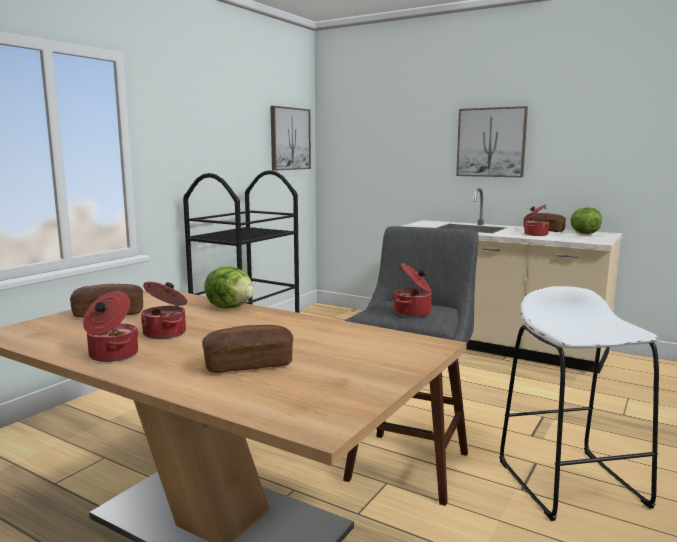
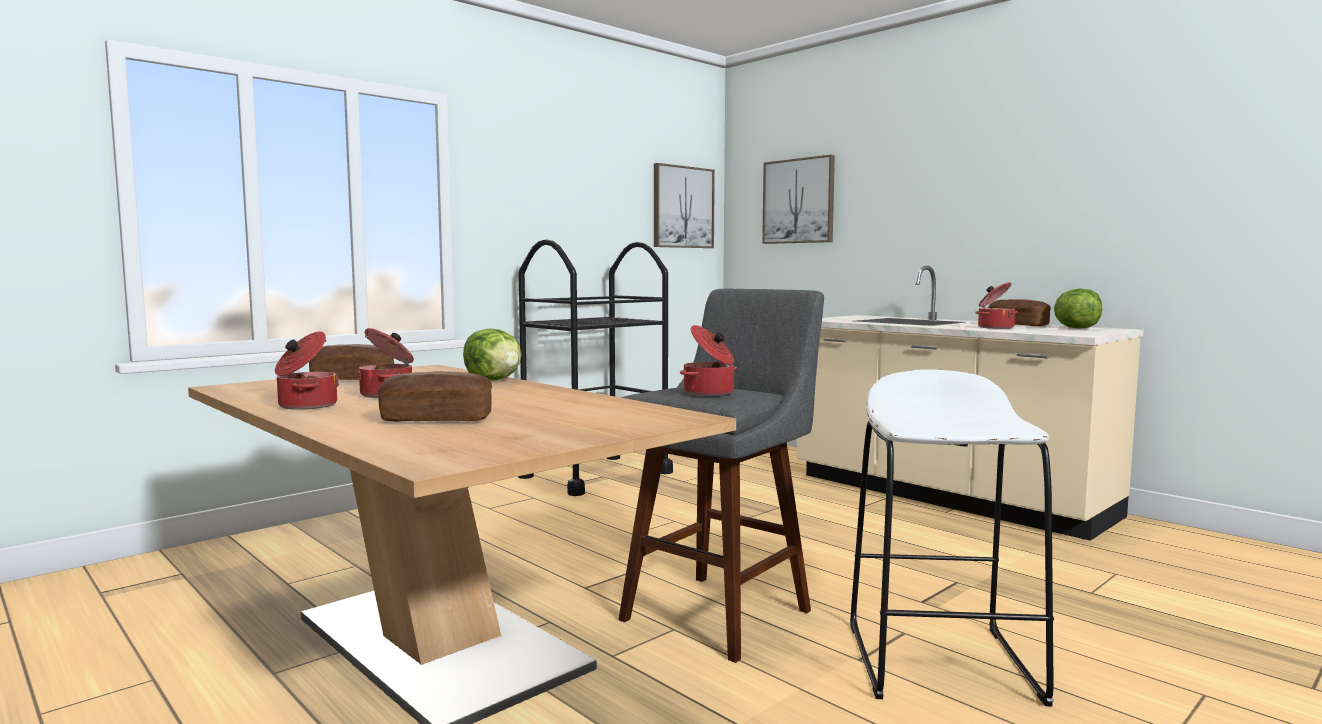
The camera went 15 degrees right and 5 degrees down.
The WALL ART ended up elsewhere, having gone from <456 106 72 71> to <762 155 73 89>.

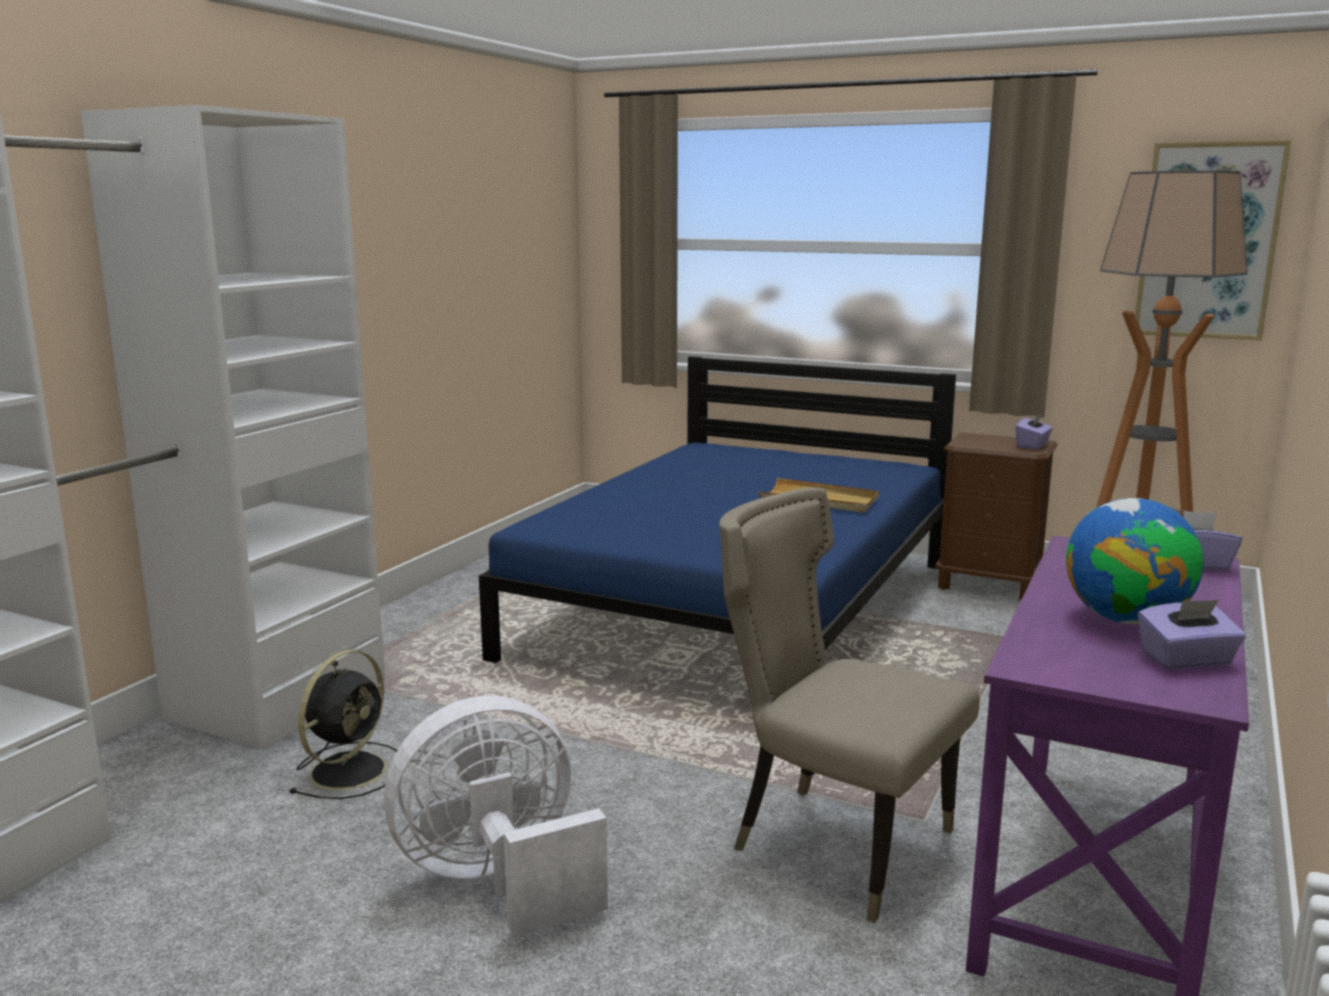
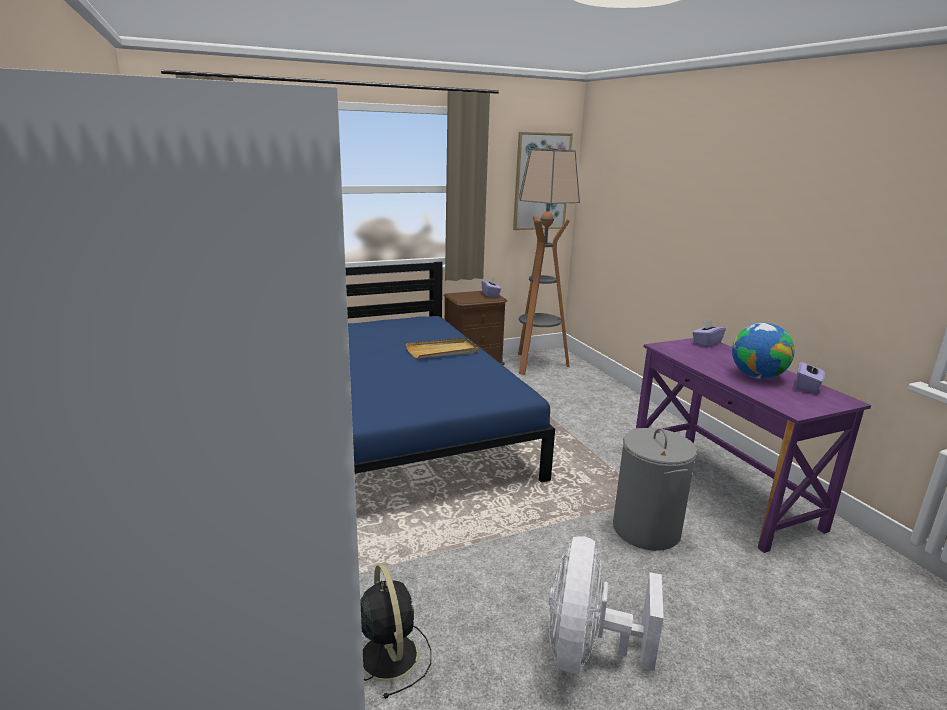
The camera went 50 degrees left and 5 degrees up.
Where the BEIGE PLAIN CHAIR stood at <719 487 261 436>, the GRAY HAMPER came to stand at <613 428 84 123>.

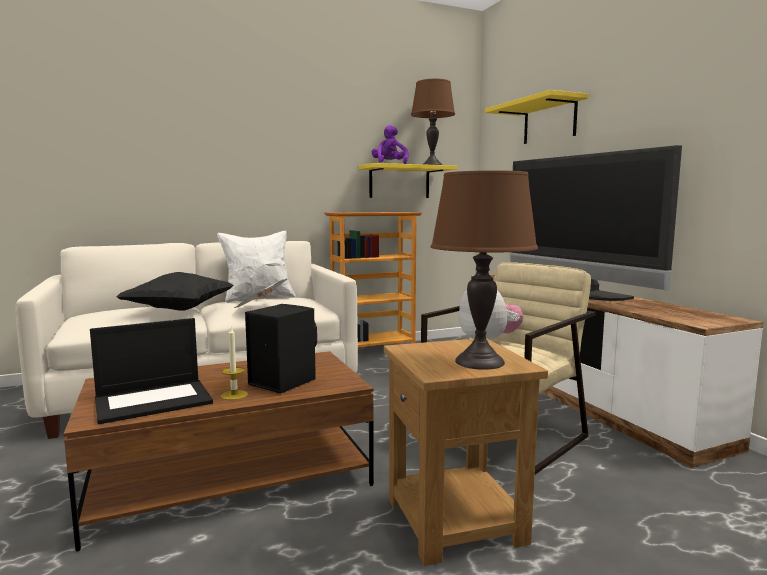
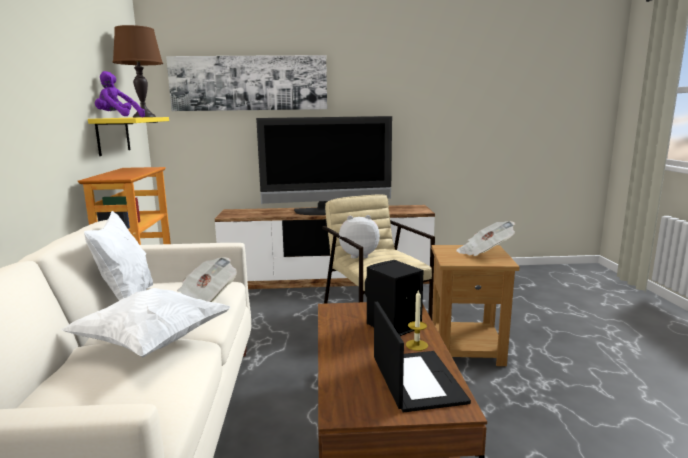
The camera went 70 degrees left and 5 degrees up.
Where the YELLOW-COLOURED WALL SHELF hung at <485 90 104 54>, the WALL ART came to hang at <166 55 161 56>.
Where the BROWNISH LAMP FOR A TABLE stood at <431 170 107 200>, the PRINTED PAPER came to stand at <456 221 59 35>.
What was the BLACK PILLOW at <116 272 118 39> turned into the WHITE-COLOURED PILLOW at <61 288 170 69>.

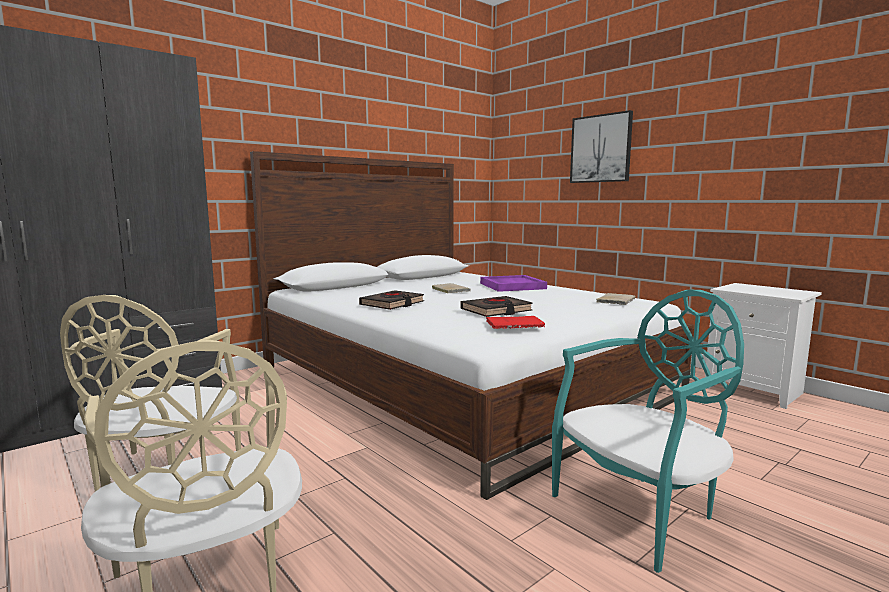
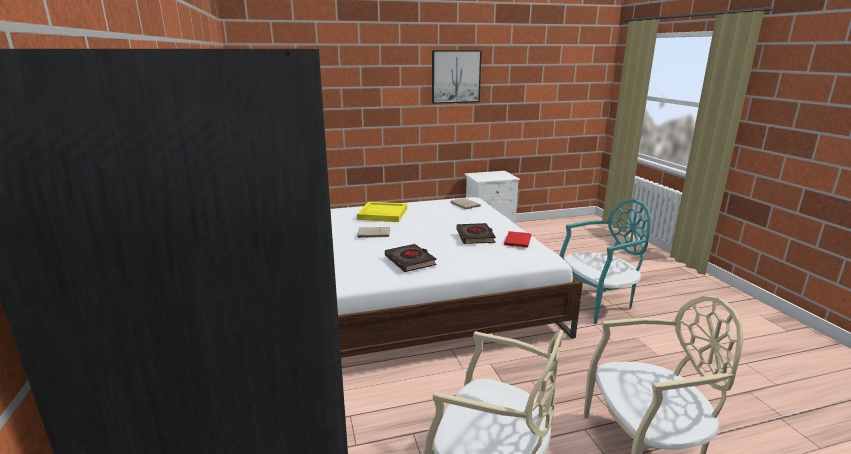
The camera went 65 degrees left and 10 degrees up.
The WALL ART ended up elsewhere, having gone from <570 110 63 73> to <432 50 50 54>.
What was the PURPLISH CARRYING TRAY at <480 275 67 17> turned into the YELLOW-COLOURED CARRYING TRAY at <357 202 50 20>.
The BLUE-GREEN PLAIN CHAIR at <552 290 192 283> ended up facing another way, 75 degrees clockwise from before.

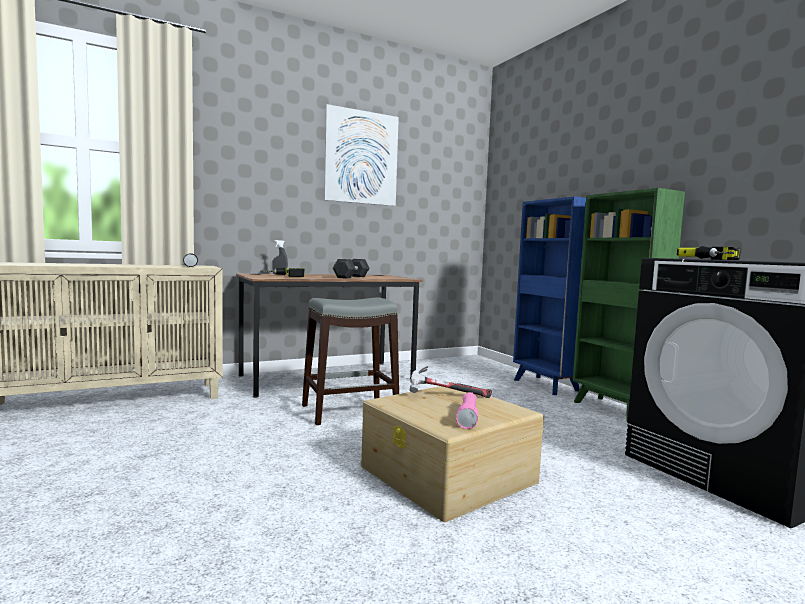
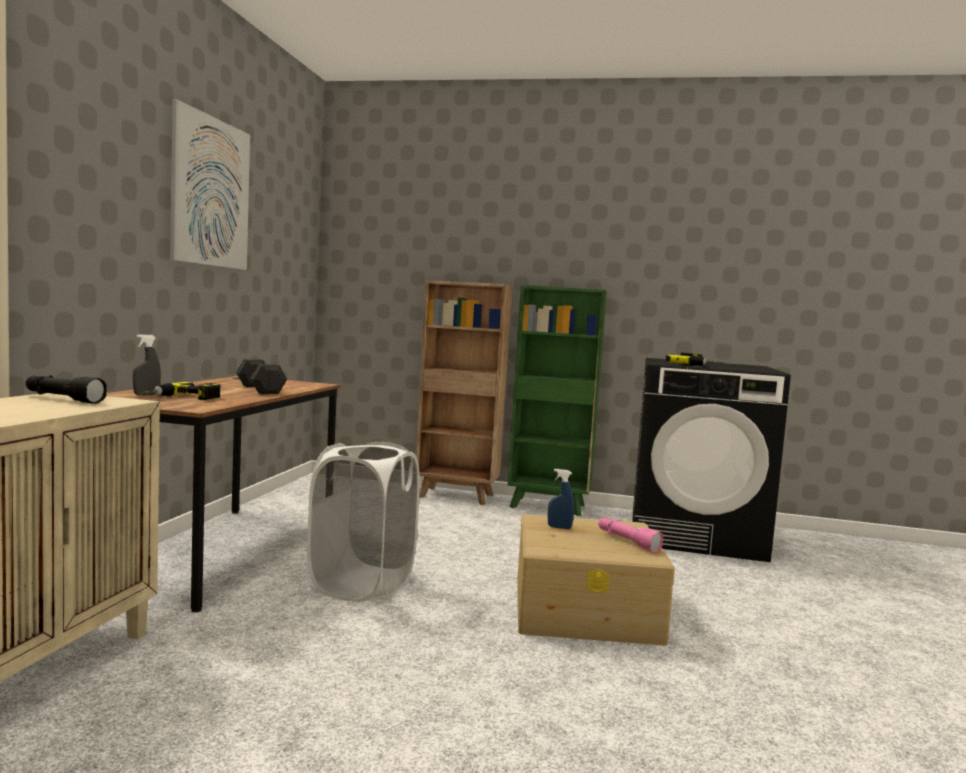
The camera went 50 degrees left and 0 degrees up.
What was the BLUE BOOKSHELF at <513 196 73 199> turned into the BROWNISH BOOKSHELF at <416 280 96 225>.
Where the GRAY STOOL stood at <302 298 97 127>, the WHITE-COLOURED HAMPER came to stand at <307 442 113 160>.
Where the HAMMER stood at <410 366 82 32>, the BLUE SPRAYER came to stand at <548 469 26 60>.

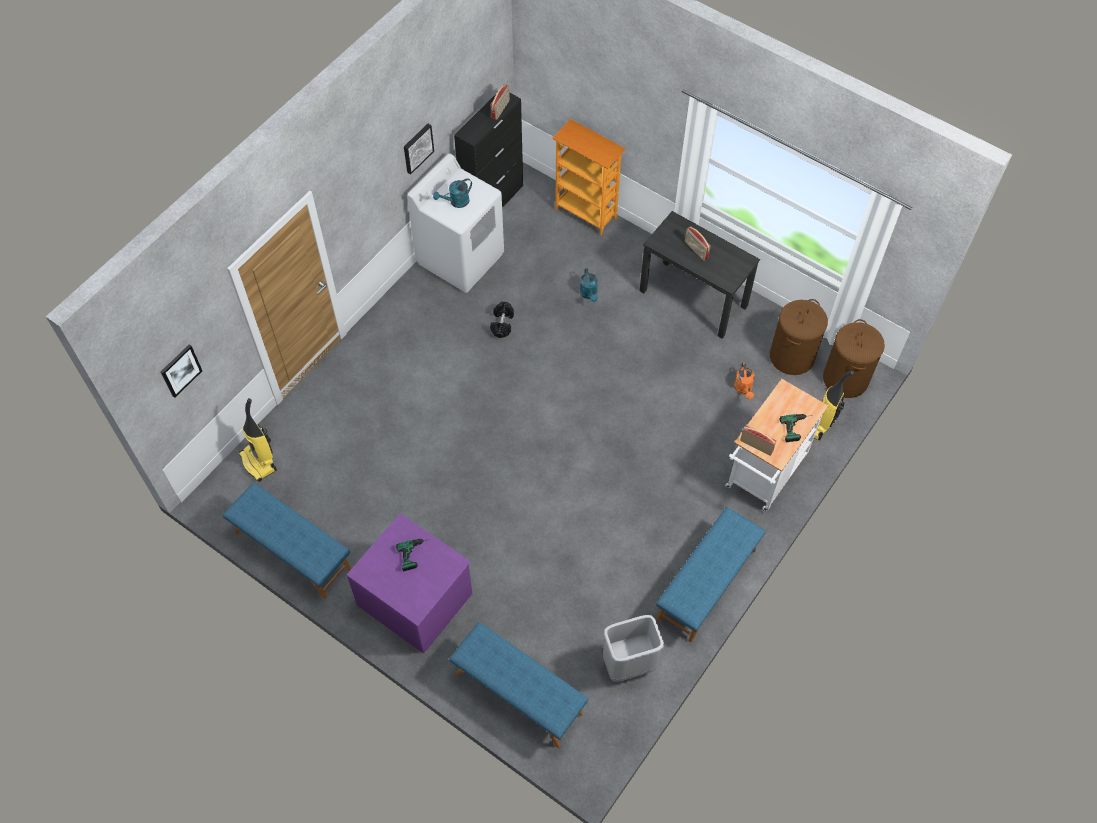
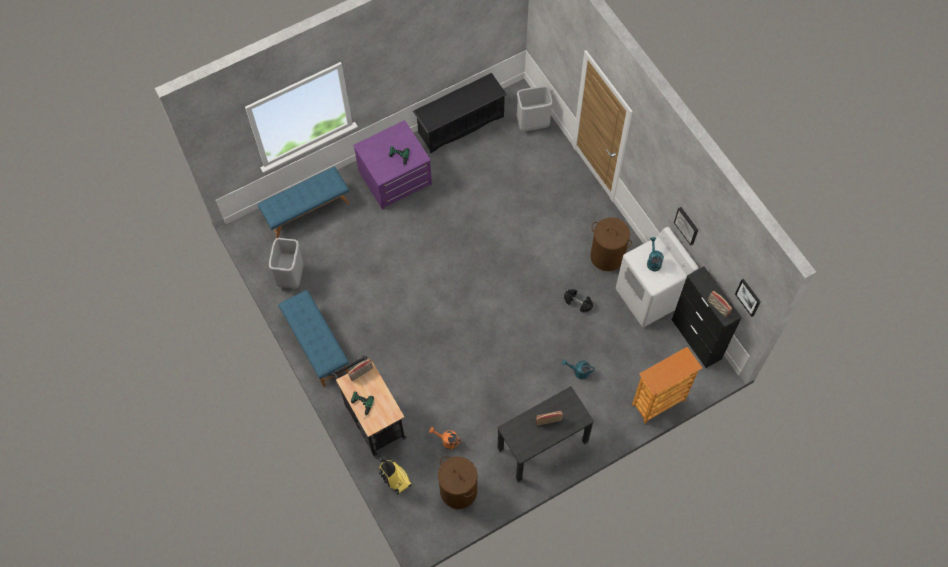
The camera went 115 degrees right and 5 degrees up.
The BROWNISH HAMPER ended up elsewhere, having gone from <823 319 62 79> to <590 217 42 54>.
The WALL ART ended up elsewhere, having gone from <161 345 41 53> to <735 279 26 38>.
What was the WHITE-COLOURED CART at <725 379 103 132> turned into the BLACK CART at <332 356 75 100>.
Where the VACUUM stood at <239 398 38 84>, the GRAY TRASH CAN came to stand at <517 86 36 45>.
Where the BLUE LONG SEAT stood at <223 483 129 116>, the BLACK SHOE STAND came to stand at <413 73 94 81>.

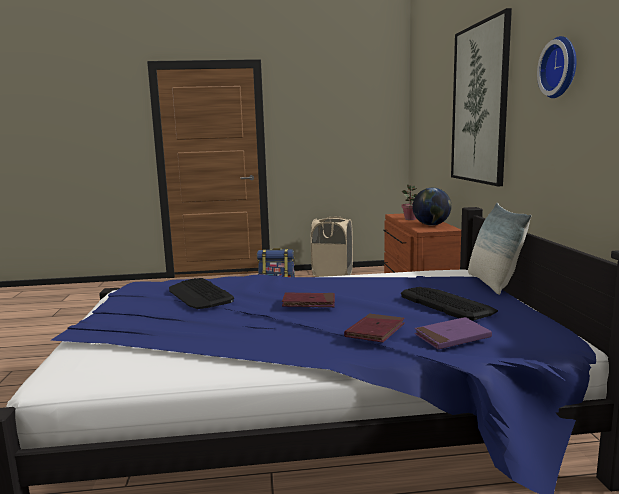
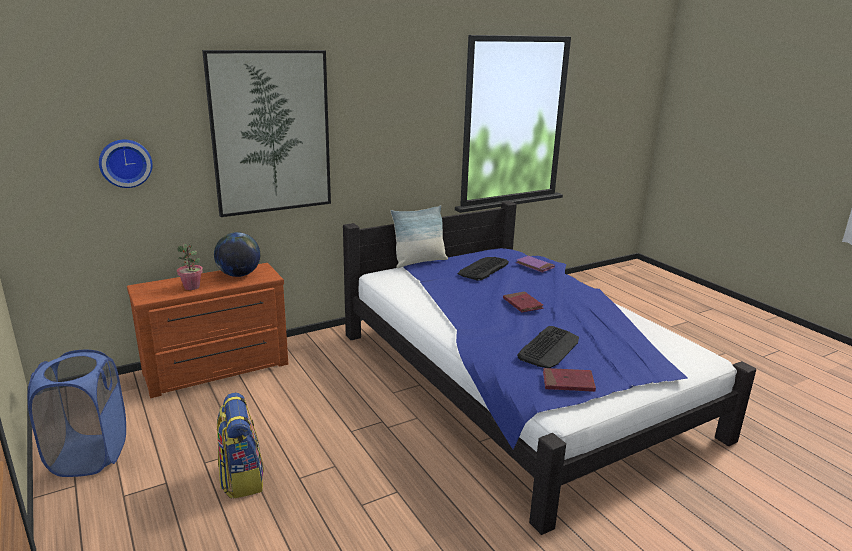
The camera went 115 degrees left and 10 degrees up.
The WALL CLOCK ended up elsewhere, having gone from <537 36 40 62> to <99 140 53 48>.
What was the BEIGE HAMPER at <311 217 42 60> turned into the BLUE HAMPER at <28 350 98 127>.
The RED BOOK ended up elsewhere, having gone from <344 314 61 29> to <543 368 53 24>.

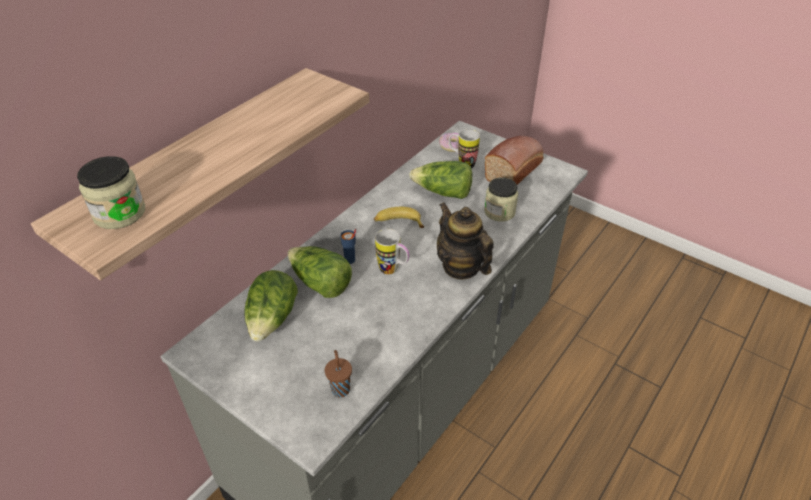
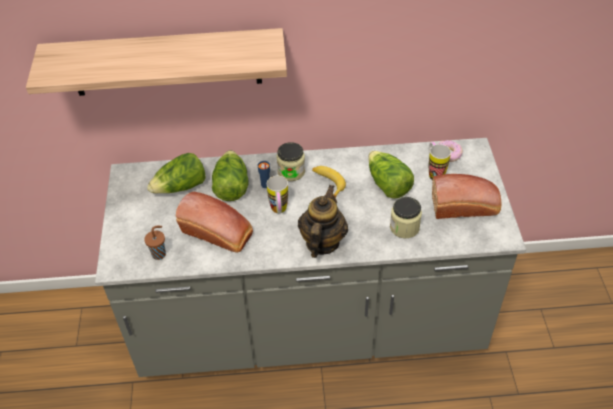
The camera went 50 degrees right and 5 degrees up.
The STORAGE JAR ended up elsewhere, having gone from <77 156 68 73> to <276 142 29 39>.
The second view gained the BAKED BREAD at <176 192 77 61>.

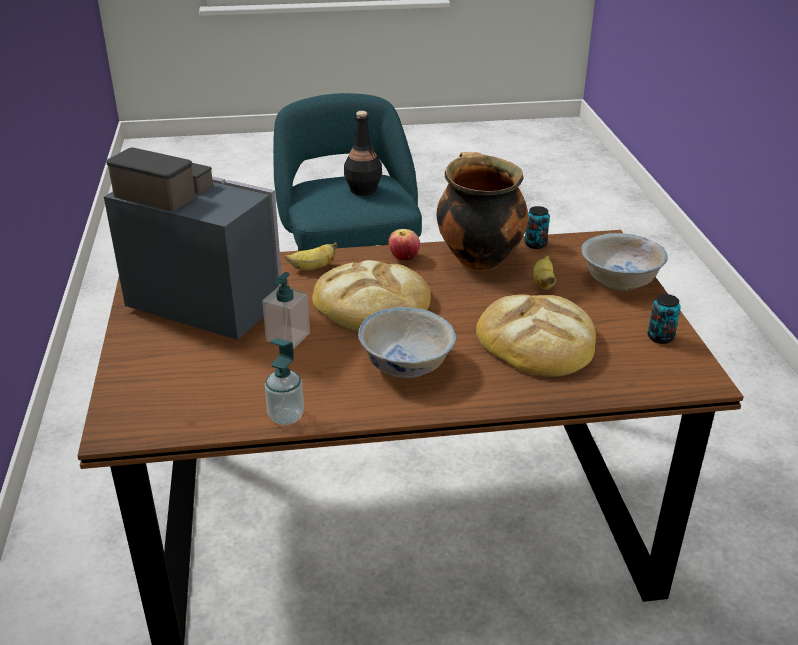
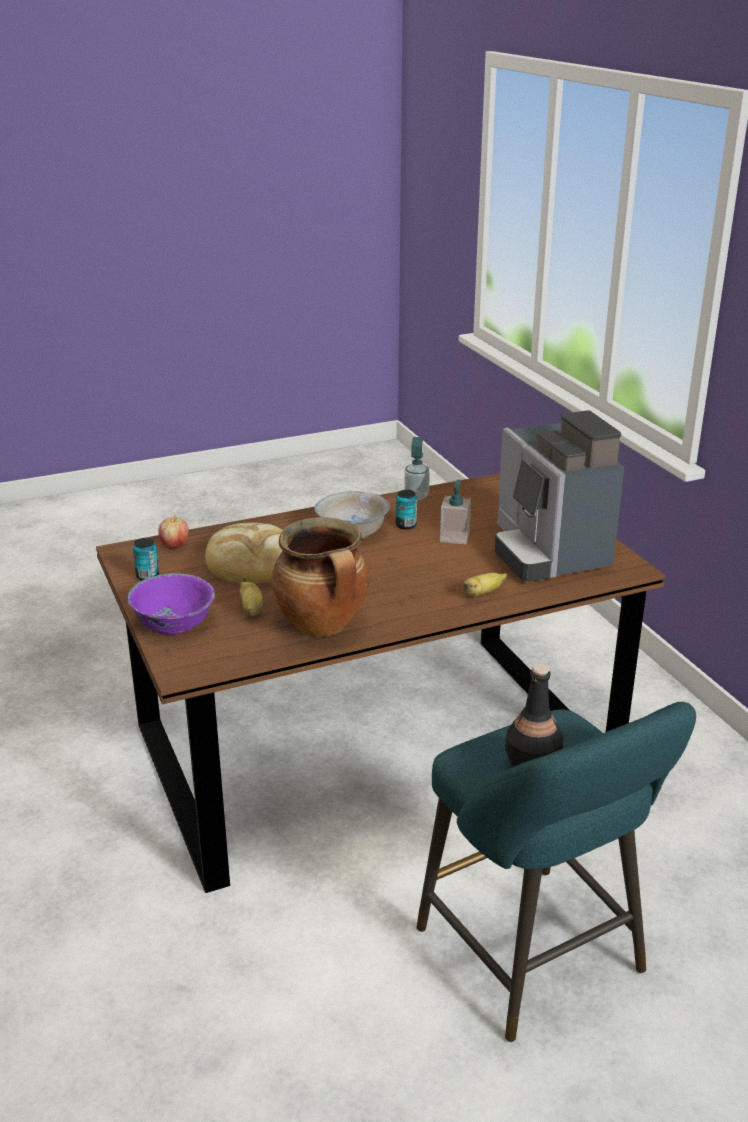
The camera went 165 degrees right and 5 degrees down.
The COFFEE BREWER at <104 148 178 192> ended up facing another way, 60 degrees clockwise from before.
The SEALED CAN ended up elsewhere, having gone from <525 206 25 43> to <396 490 21 40>.
The APPLE FRUIT ended up elsewhere, having gone from <388 229 32 31> to <158 515 31 34>.
What was the WHITE-COLOURED DEEP DISH at <581 233 87 58> turned into the PURPLISH DEEP DISH at <127 573 88 62>.
The second view lost the BAKED BREAD at <312 260 119 71>.

